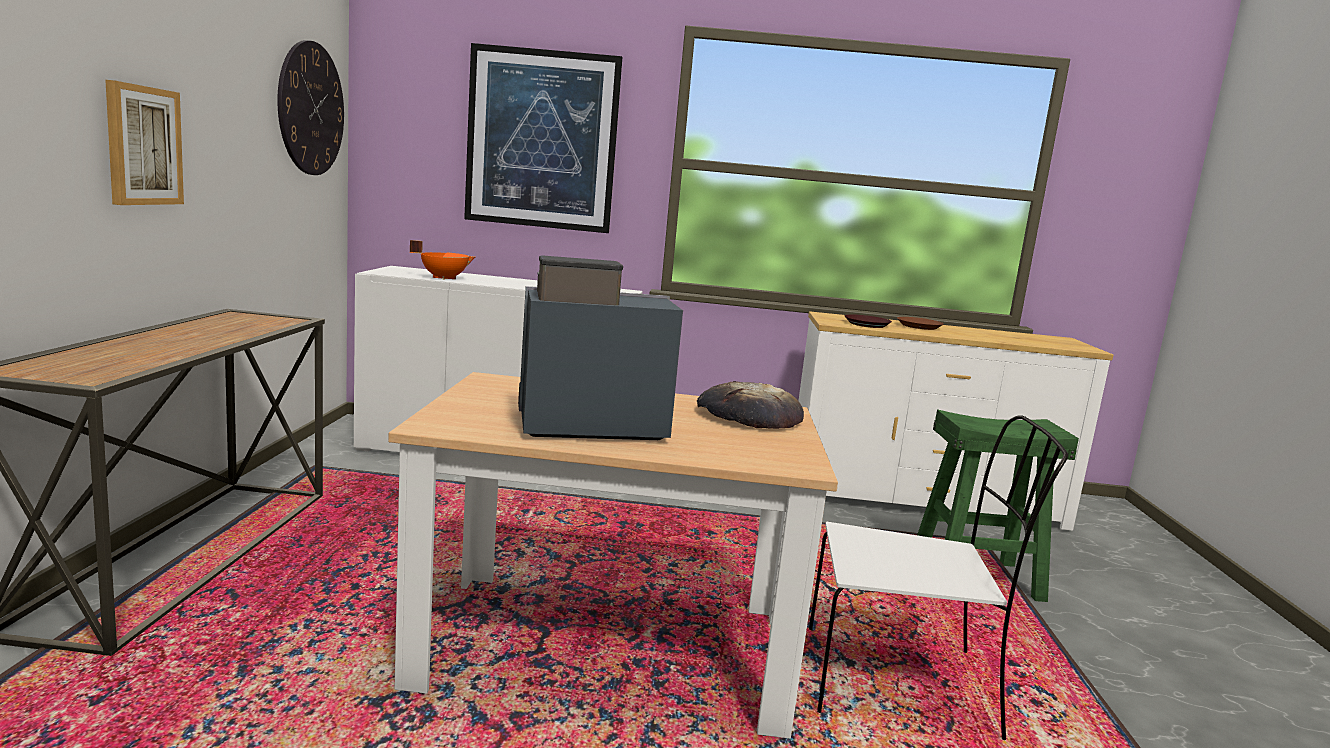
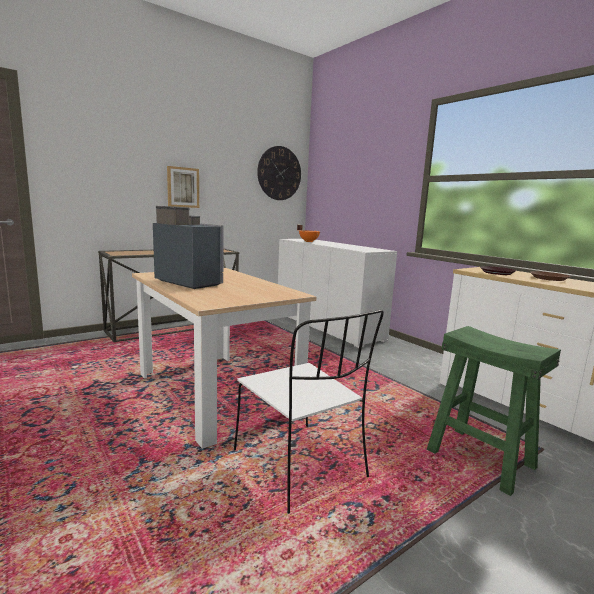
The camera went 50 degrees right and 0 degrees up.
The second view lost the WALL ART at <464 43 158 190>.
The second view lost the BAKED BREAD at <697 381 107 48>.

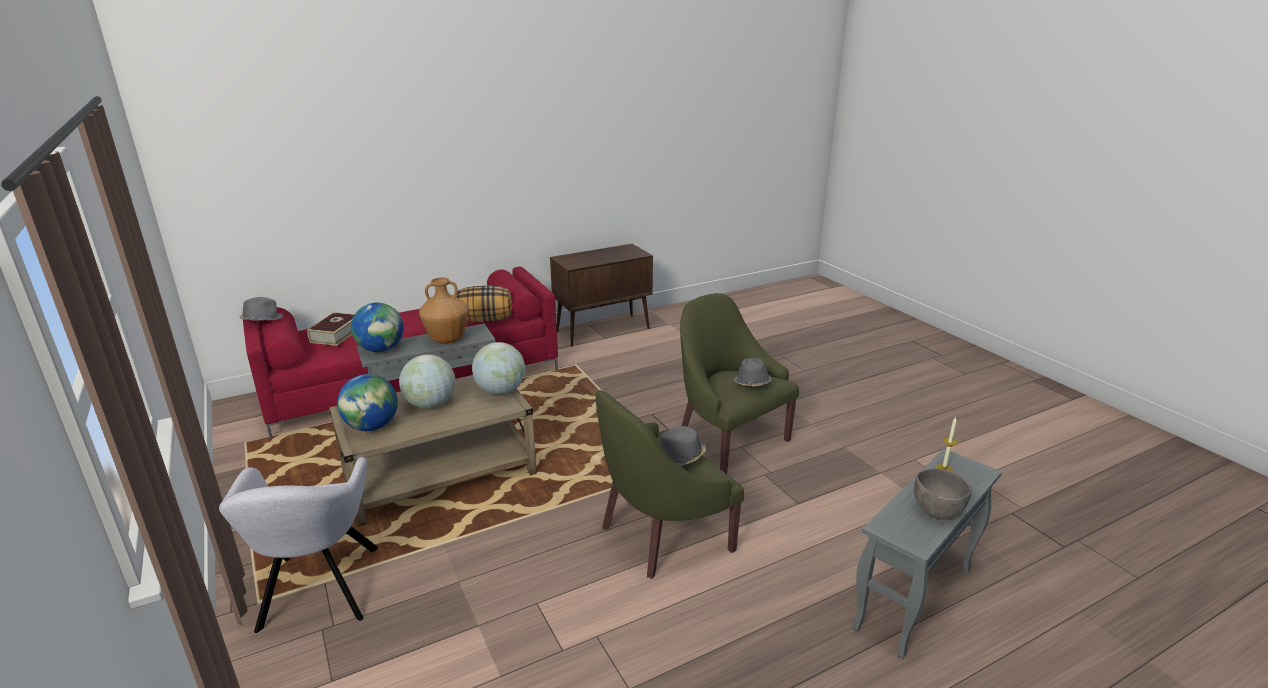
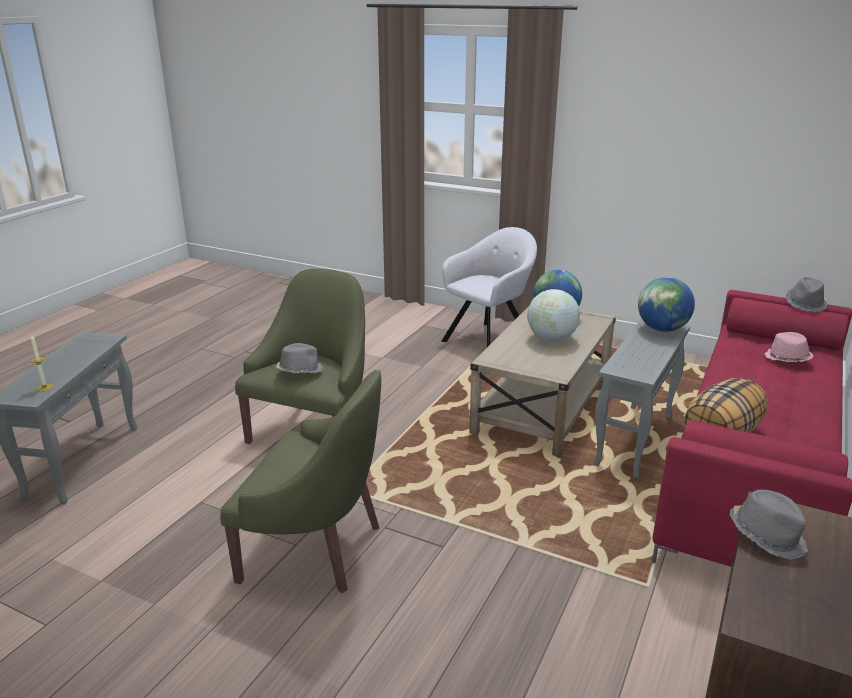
The camera went 145 degrees right and 0 degrees up.
The second view lost the BROWNISH FLOWER VASE at <419 277 50 67>.
Where the BOOK stood at <307 312 48 34>, the PINK-COLOURED WEARABLE HAT came to stand at <765 332 48 30>.
The second view lost the GLOBE at <472 342 53 53>.
The GRAY WEARABLE HAT ended up elsewhere, having gone from <733 358 39 28> to <730 490 78 70>.
The GRAY EASY CHAIR at <219 457 159 176> ended up facing another way, 90 degrees clockwise from before.
The second view lost the GRAY DEEP DISH at <914 468 57 51>.

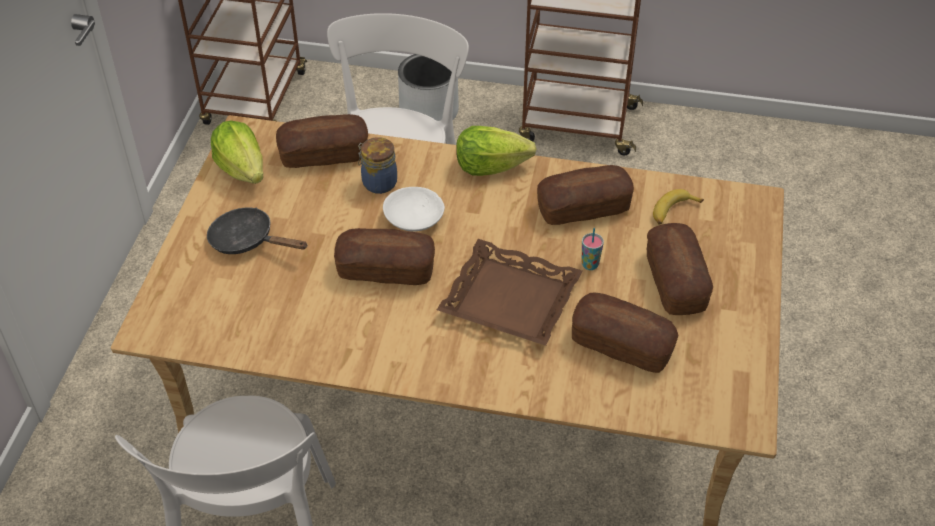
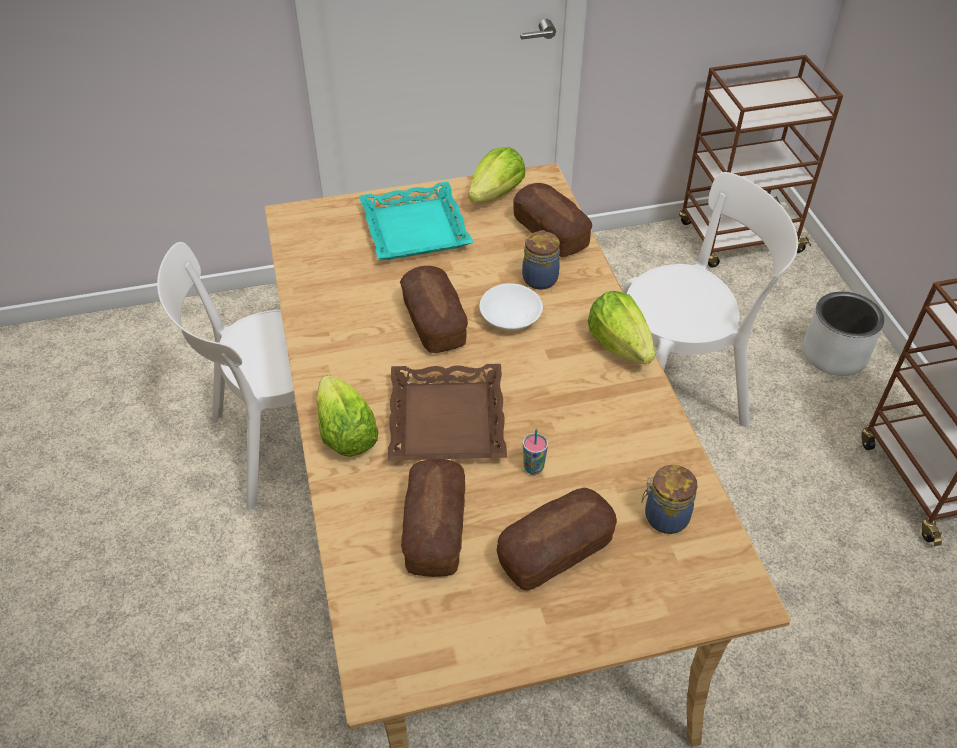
The camera went 65 degrees right and 0 degrees up.
The second view lost the BAKED BREAD at <537 165 97 60>.
Where the BANANA FRUIT stood at <653 189 51 35>, the STORAGE JAR came to stand at <641 465 57 69>.
Where the BLACK PAN stood at <207 208 101 46>, the BLUE-GREEN CARRYING TRAY came to stand at <359 182 114 78>.
The second view gained the LETTUCE at <316 375 63 82>.

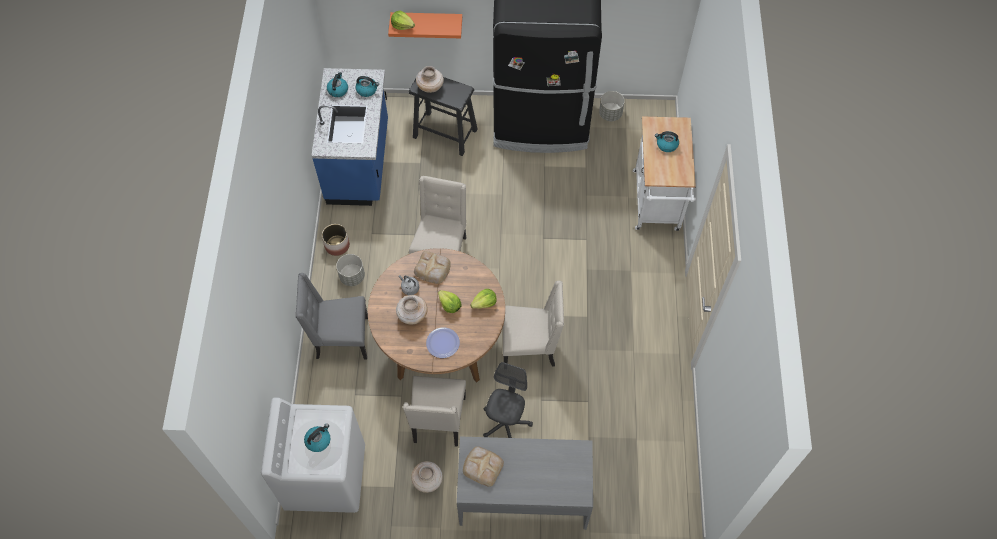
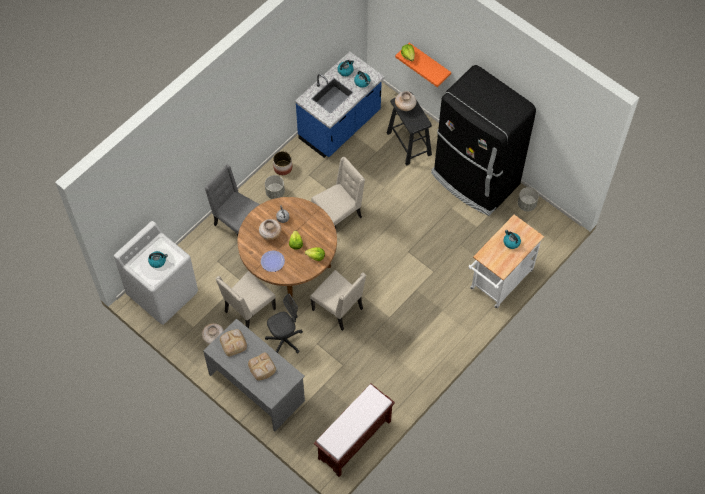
The camera went 40 degrees right and 0 degrees up.
The BAKED BREAD ended up elsewhere, having gone from <414 251 37 33> to <248 352 28 29>.
The second view gained the BROWNISH LONG SEAT at <314 384 81 93>.

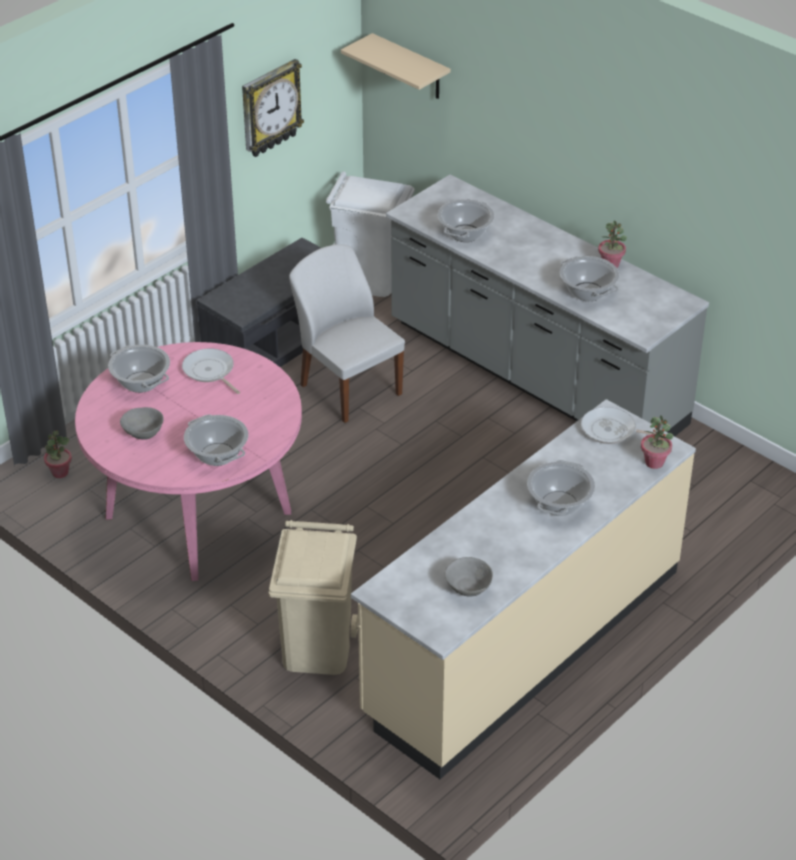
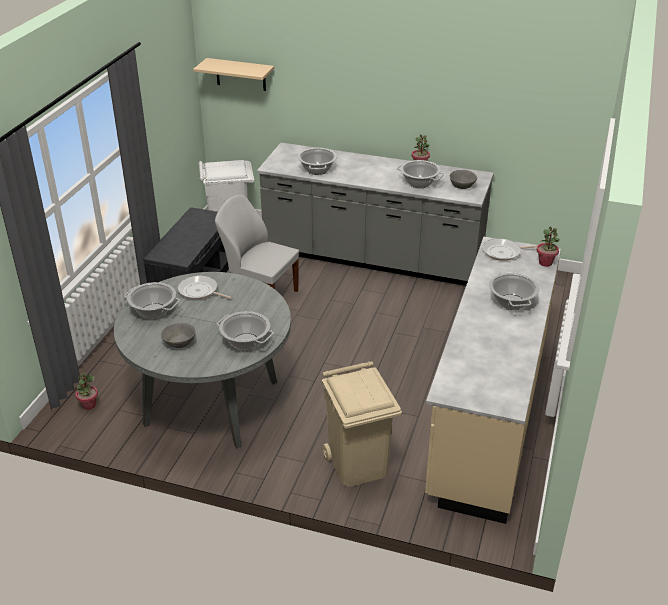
The camera went 25 degrees left and 5 degrees down.
The second view lost the WALL CLOCK at <242 59 62 98>.
What was the PINK-COLOURED DINING TABLE at <75 342 227 239> turned into the GRAY DINING TABLE at <114 272 177 177>.
The GRAY DEEP DISH ended up elsewhere, having gone from <445 557 48 40> to <450 170 27 19>.

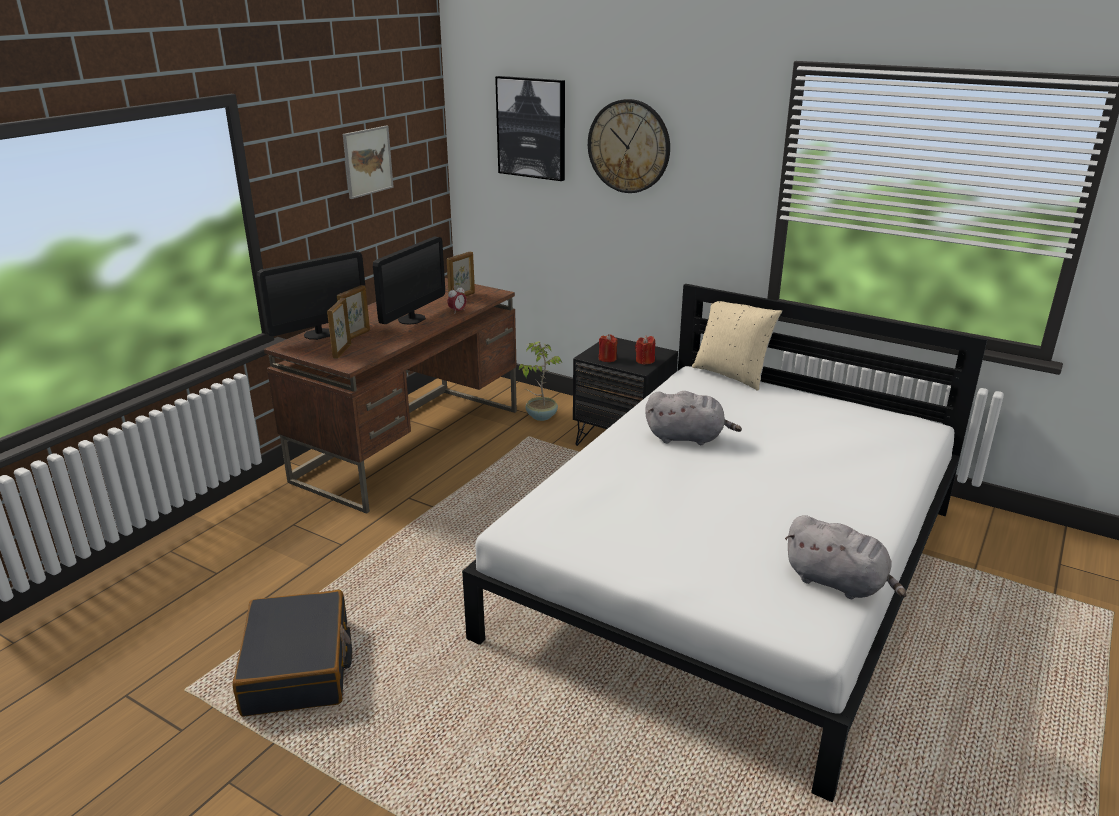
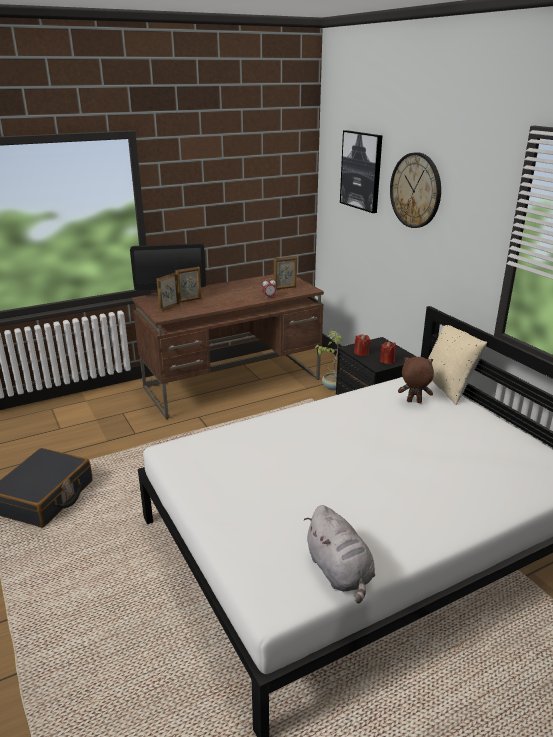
The camera went 30 degrees right and 0 degrees up.
The second view lost the WALL ART at <343 126 51 73>.
The second view lost the COMPUTER SCREEN at <373 236 72 89>.
The second view lost the GRAY CUDDLY TOY at <645 391 97 54>.
The second view gained the BROWNISH CUDDLY TOY at <398 357 36 46>.

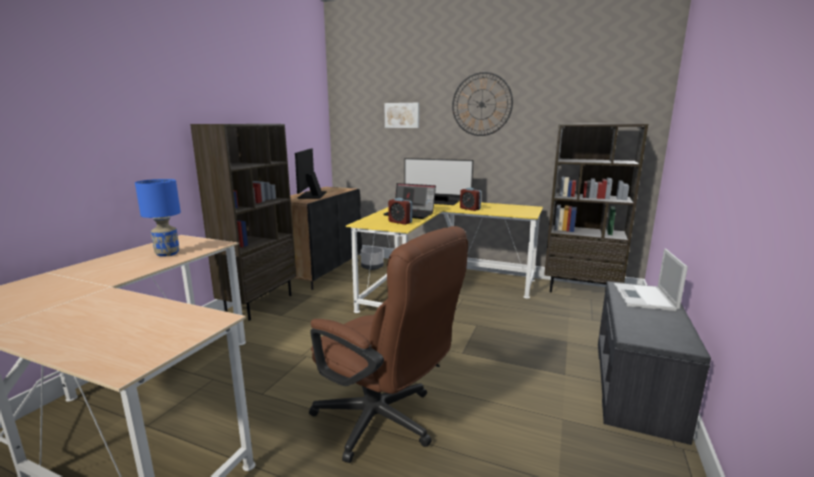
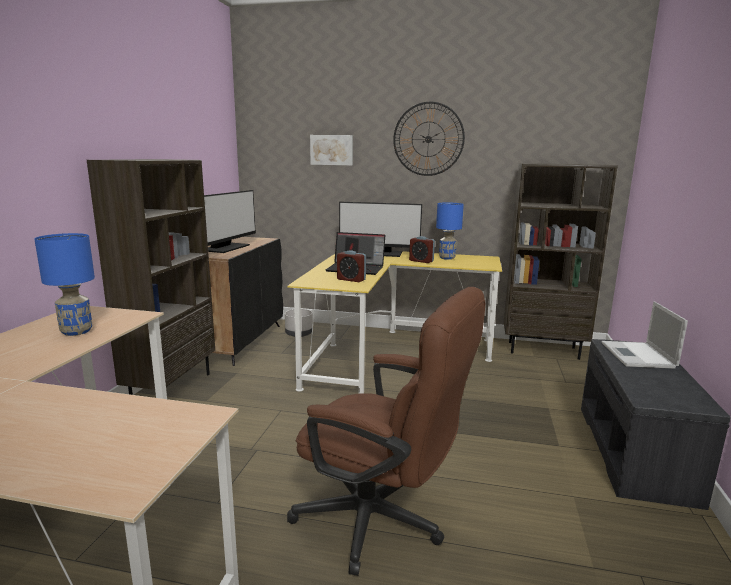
The camera went 10 degrees left and 0 degrees up.
The COMPUTER SCREEN at <295 148 32 51> ended up facing another way, 150 degrees counterclockwise from before.
The second view gained the BLUE LAMP FOR A TABLE at <436 202 28 58>.

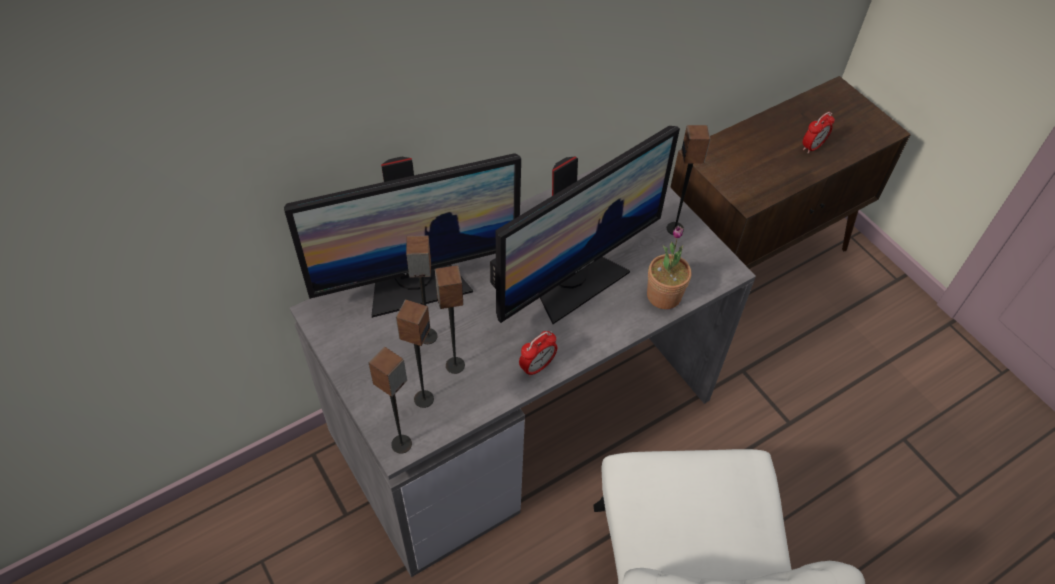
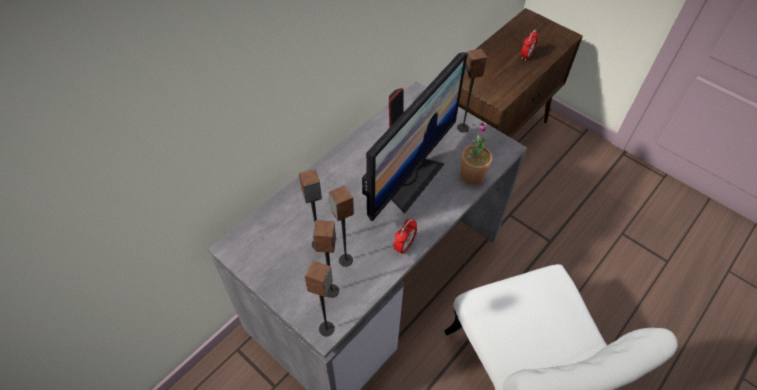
The camera went 15 degrees left and 0 degrees up.
The second view lost the COMPUTER SCREEN at <284 153 237 165>.

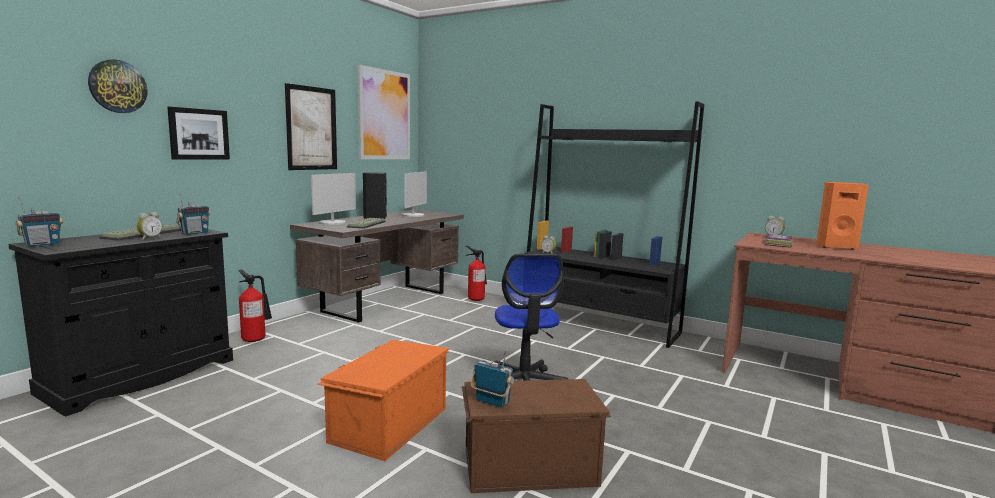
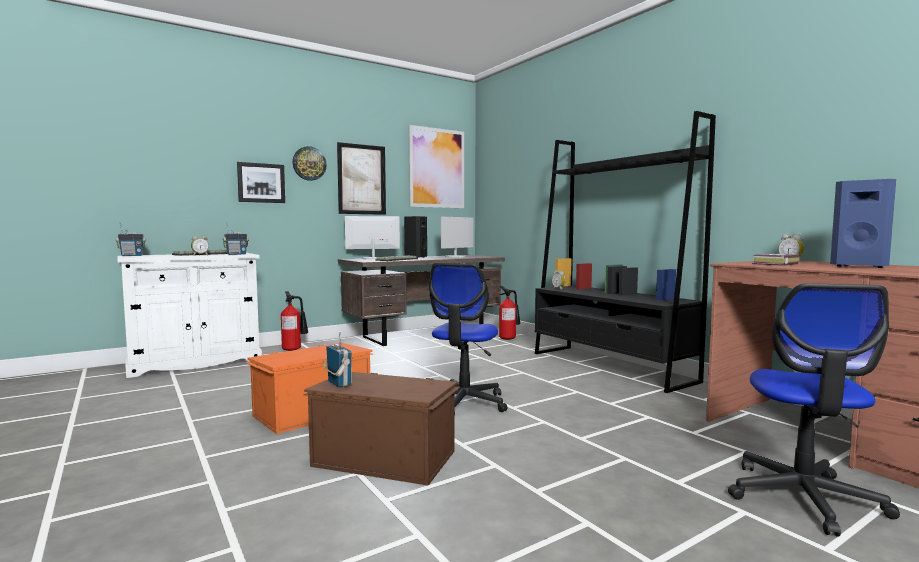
The camera went 25 degrees right and 5 degrees down.
The WALL CLOCK ended up elsewhere, having gone from <88 59 60 54> to <293 146 34 35>.
The COMPUTER SCREEN at <311 173 45 52> ended up facing another way, 150 degrees counterclockwise from before.
What was the ORANGEY SPEAKER at <816 182 53 68> turned into the BLUE SPEAKER at <830 179 66 89>.
What was the BLACK STORAGE CABINET at <8 226 225 191> turned into the WHITE-COLOURED STORAGE CABINET at <117 253 145 125>.
The second view gained the DESK CHAIR at <728 283 172 253>.

